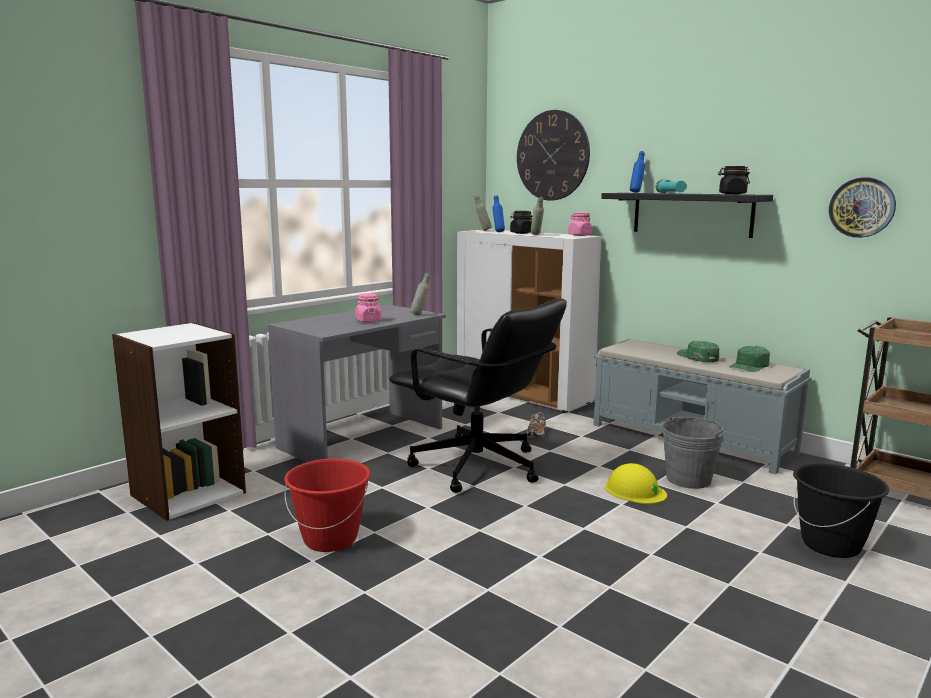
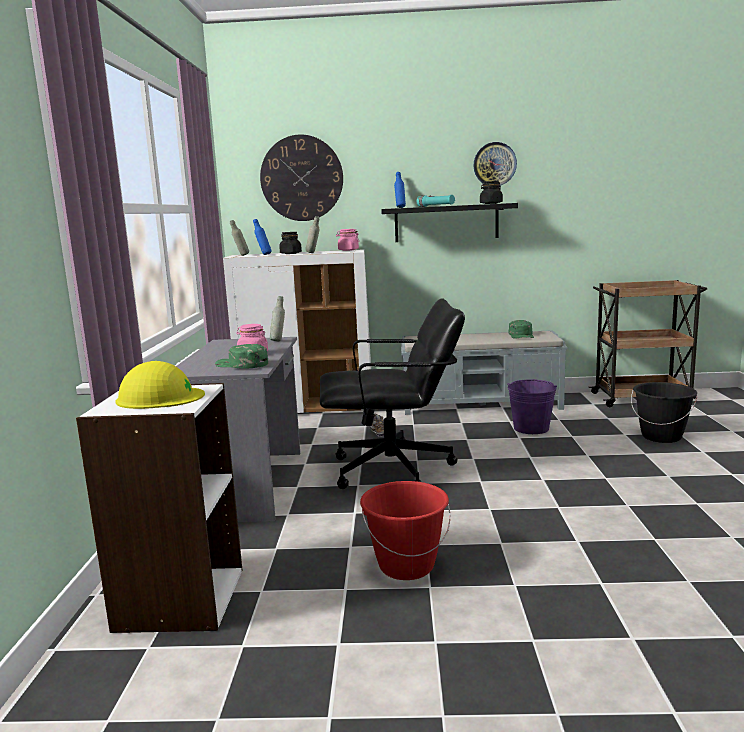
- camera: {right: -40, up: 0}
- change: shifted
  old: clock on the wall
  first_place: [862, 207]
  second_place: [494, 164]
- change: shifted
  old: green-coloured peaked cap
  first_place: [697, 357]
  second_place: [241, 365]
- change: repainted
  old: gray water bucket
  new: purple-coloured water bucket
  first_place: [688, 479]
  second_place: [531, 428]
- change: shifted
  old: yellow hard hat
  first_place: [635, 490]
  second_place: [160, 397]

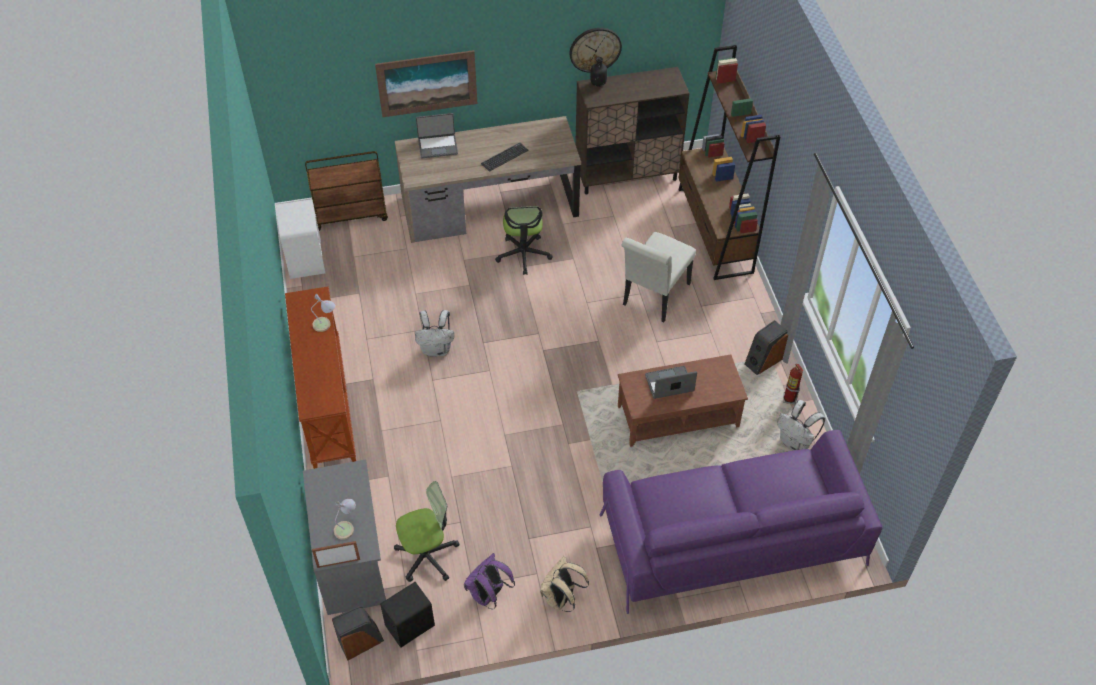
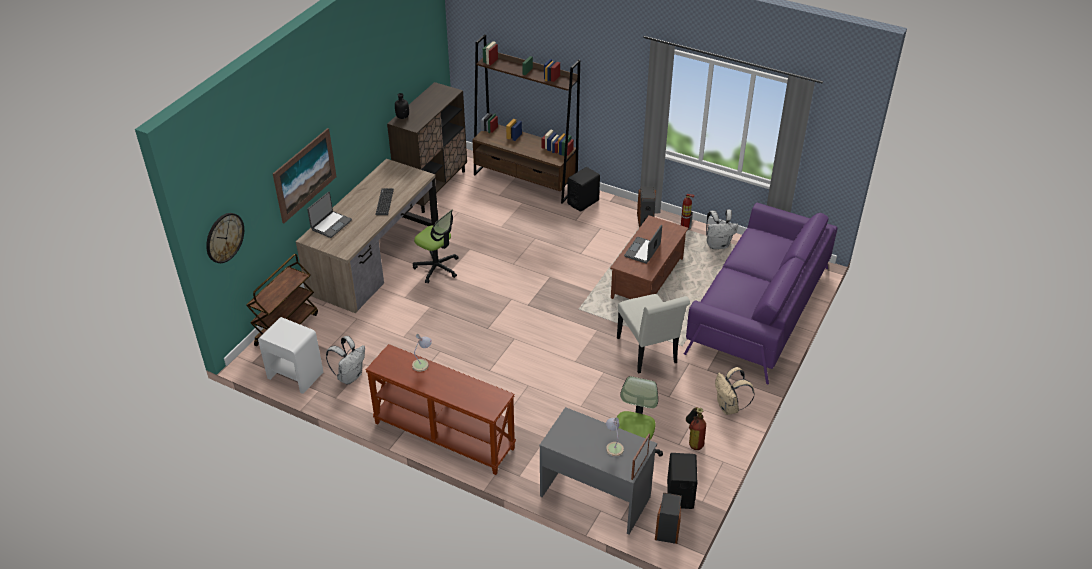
- camera: {right: -50, up: -10}
- change: shifted
  old: clock on the wall
  first_place: [595, 49]
  second_place: [224, 237]
- change: shifted
  old: white upright chair
  first_place: [654, 297]
  second_place: [648, 353]
- change: shifted
  old: white knapsack
  first_place: [437, 349]
  second_place: [350, 376]
- change: swapped
  old: purple-coloured knapsack
  new: fire extinguisher
  first_place: [488, 595]
  second_place: [693, 440]
- change: new
  new: black-coloured audio speaker
  second_place: [583, 202]

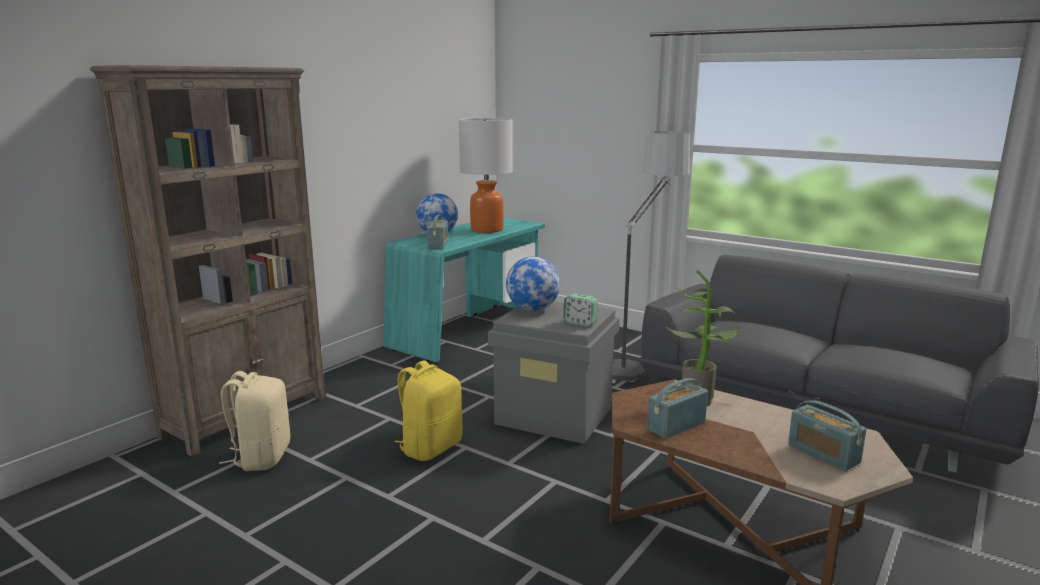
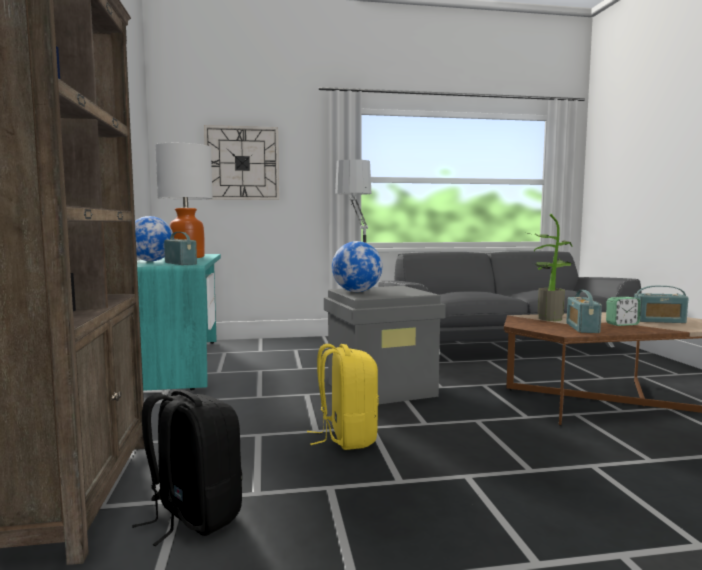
- camera: {right: -45, up: -10}
- change: shifted
  old: table clock
  first_place: [580, 323]
  second_place: [622, 324]
- change: repainted
  old: beige knapsack
  new: black-coloured knapsack
  first_place: [261, 457]
  second_place: [193, 517]
- change: new
  new: clock on the wall
  second_place: [242, 163]

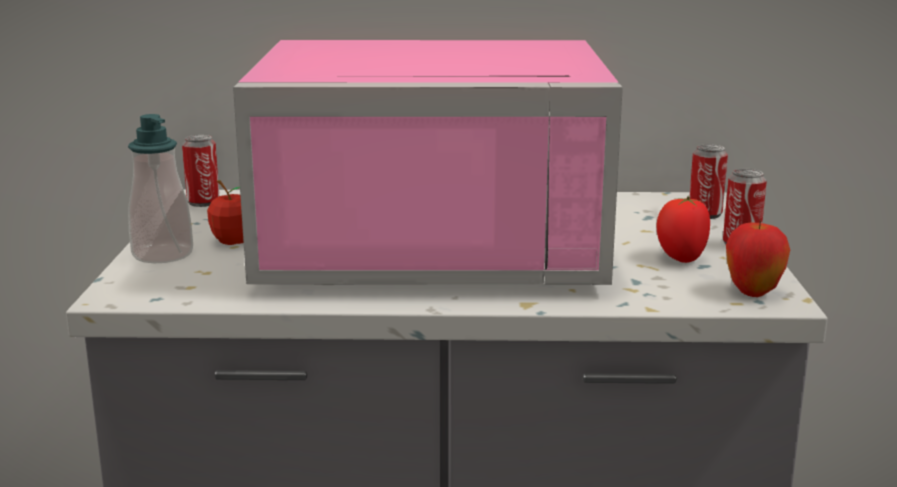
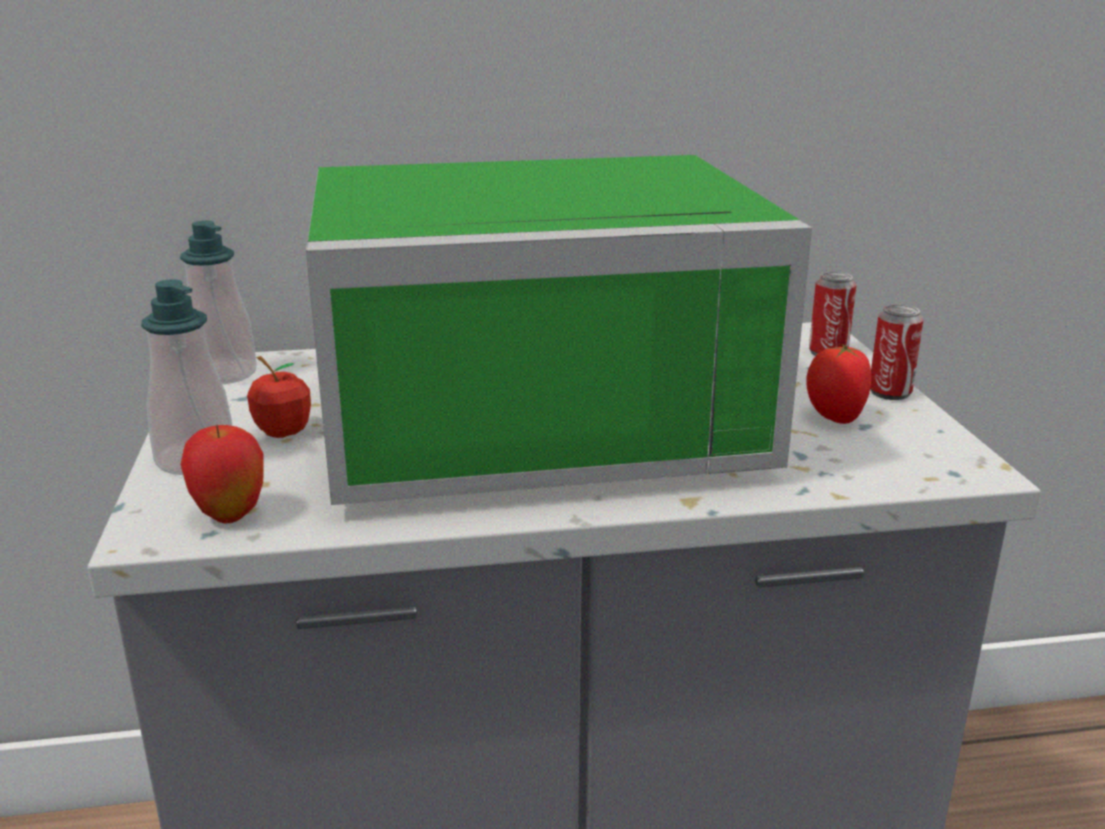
- camera: {right: -10, up: 5}
- change: repainted
  old: pink-coloured microwave oven
  new: green-coloured microwave oven
  first_place: [434, 240]
  second_place: [535, 411]
- change: swapped
  old: sealed can
  new: liquid soap bottle
  first_place: [203, 202]
  second_place: [223, 374]
- change: shifted
  old: whole apple
  first_place: [753, 292]
  second_place: [230, 515]

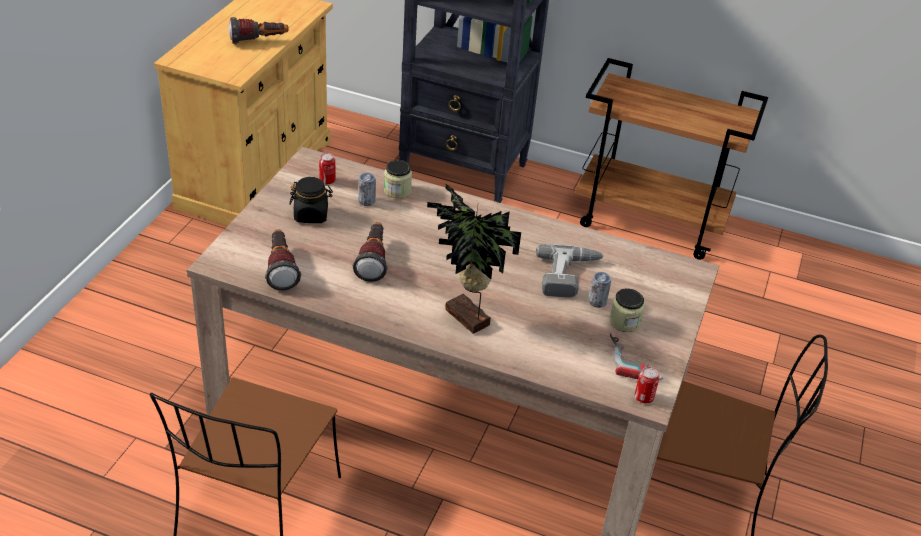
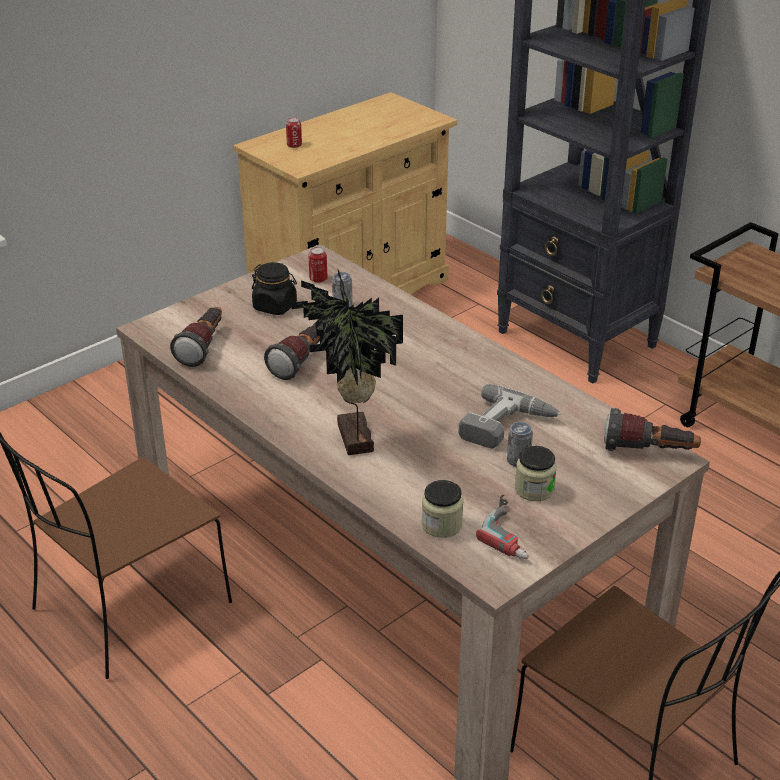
- camera: {right: 30, up: -5}
- change: shifted
  old: flashlight
  first_place: [259, 41]
  second_place: [649, 452]
- change: shifted
  old: jar
  first_place: [397, 190]
  second_place: [441, 525]
- change: shifted
  old: sealed can
  first_place: [643, 397]
  second_place: [294, 145]

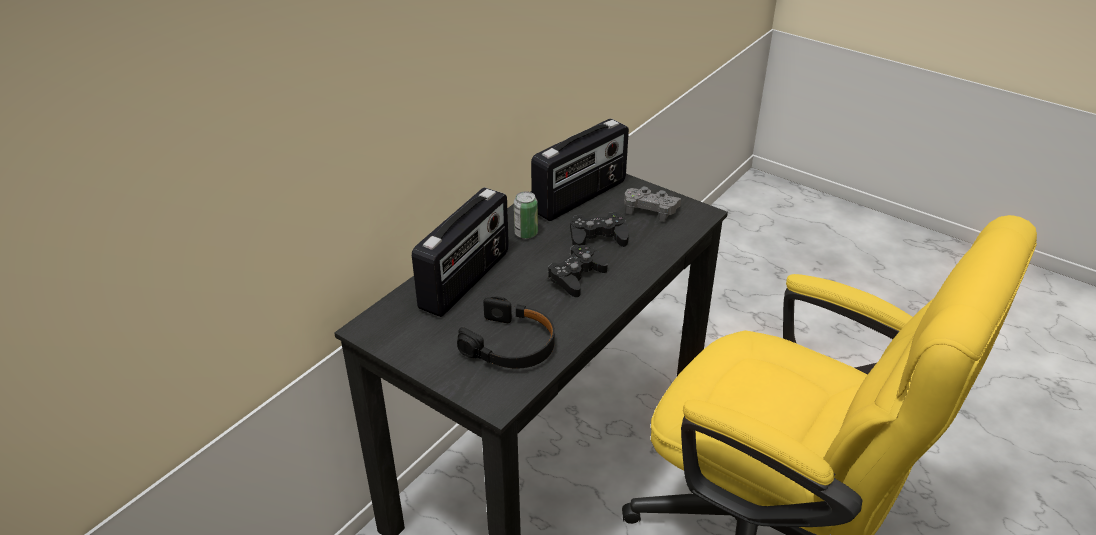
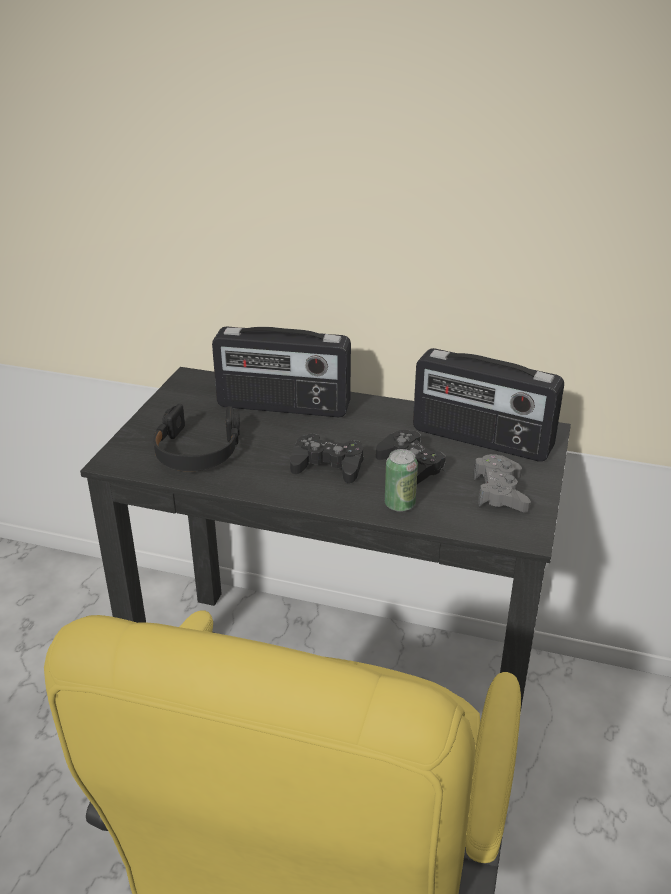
- camera: {right: 70, up: -5}
- change: shifted
  old: sealed can
  first_place: [526, 233]
  second_place: [399, 504]

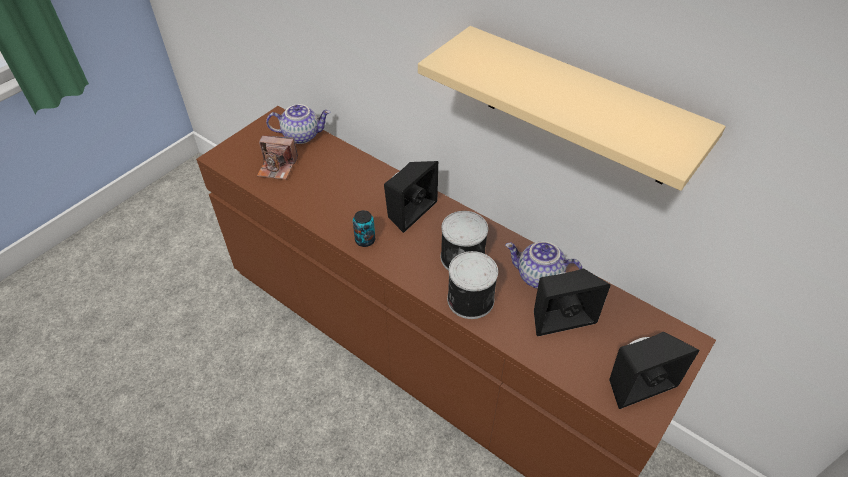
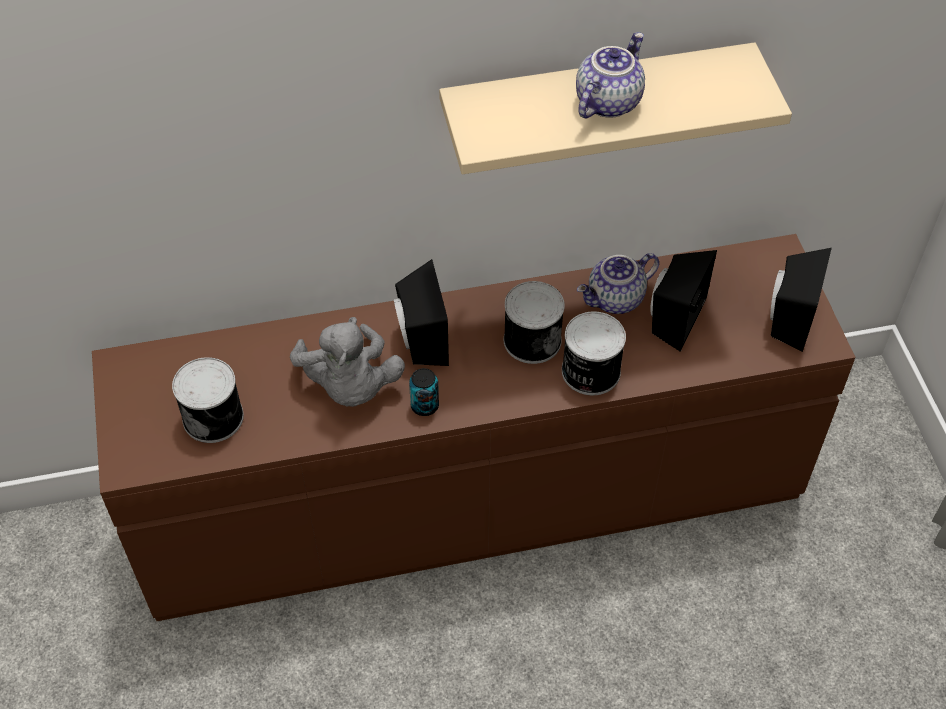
- camera: {right: -50, up: 5}
- change: shifted
  old: pot for tea
  first_place: [302, 135]
  second_place: [607, 101]
- change: swapped
  old: still camera
  new: sealed can
  first_place: [277, 167]
  second_place: [214, 416]
- change: new
  new: gray cuddly toy
  second_place: [350, 386]

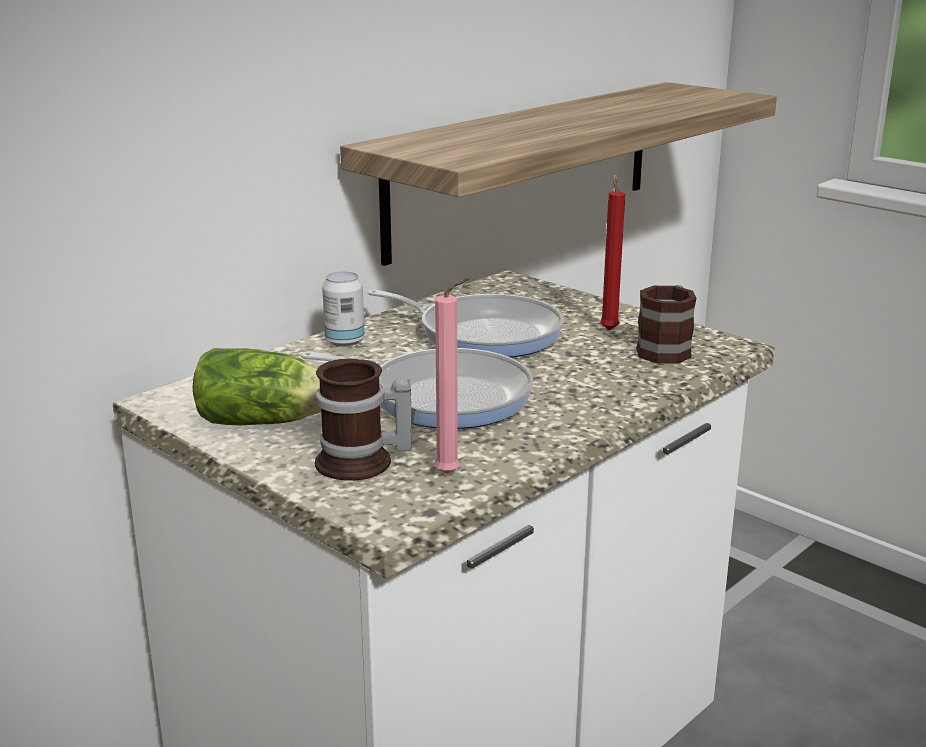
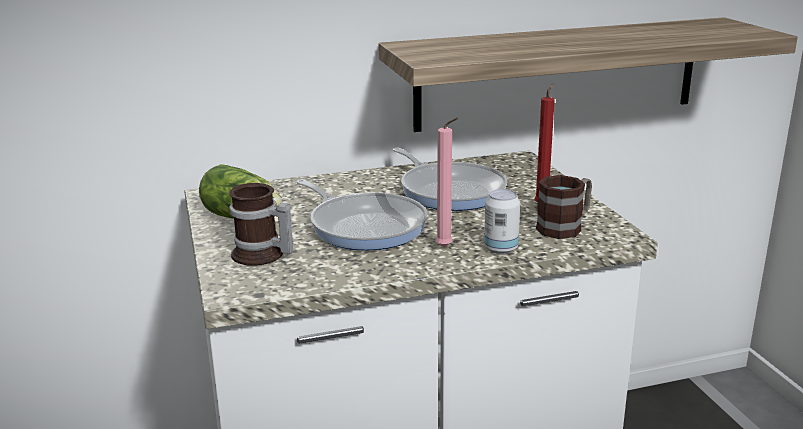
- camera: {right: 30, up: 0}
- change: shifted
  old: sealed can
  first_place: [344, 341]
  second_place: [501, 248]
- change: shifted
  old: pink-coloured candle
  first_place: [451, 474]
  second_place: [446, 248]

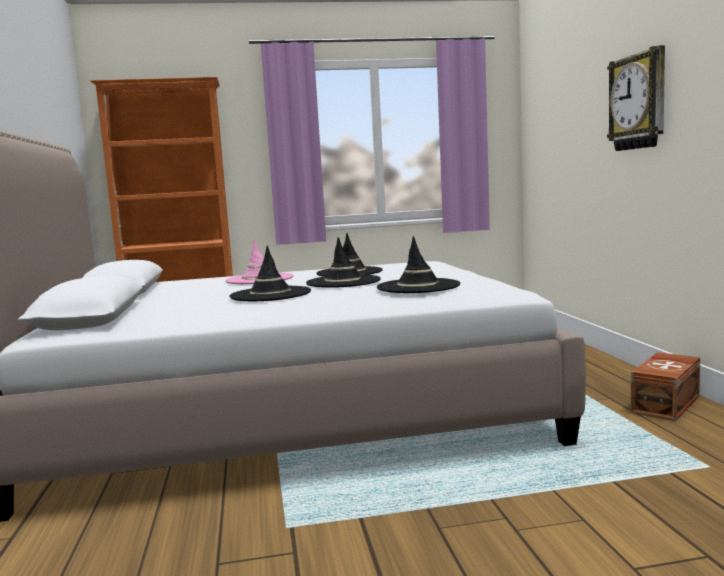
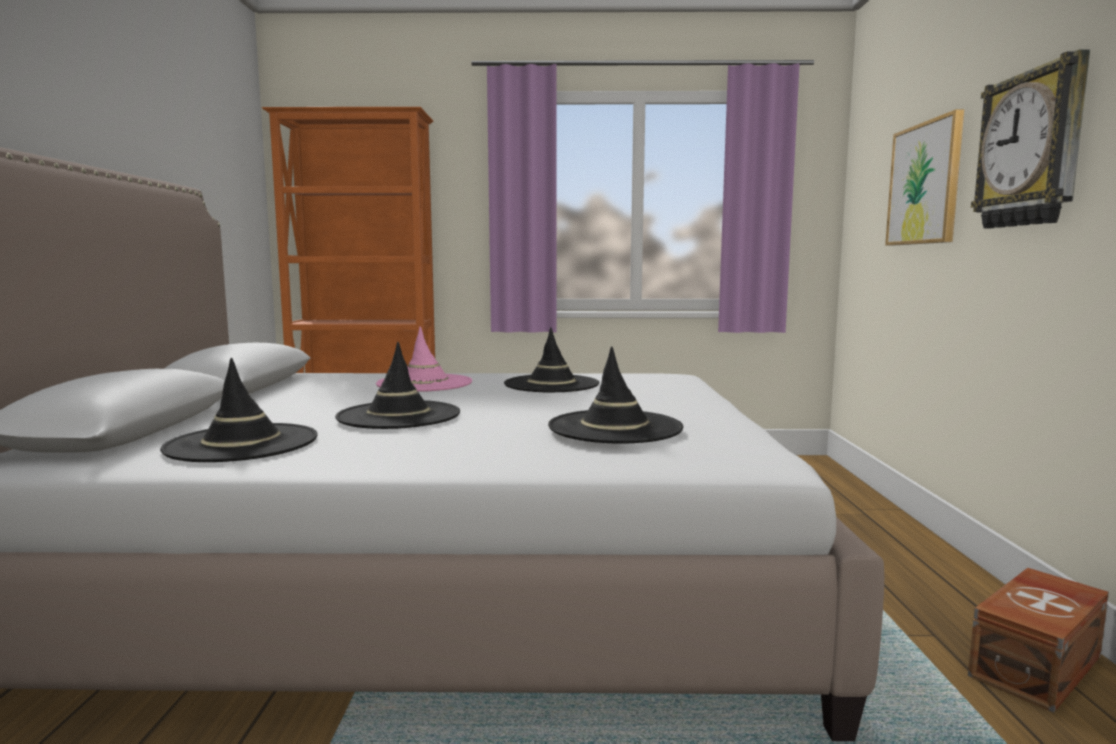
- camera: {right: 10, up: 0}
- change: shifted
  old: black-coloured hat
  first_place: [343, 282]
  second_place: [242, 443]
- change: new
  new: wall picture
  second_place: [924, 184]

